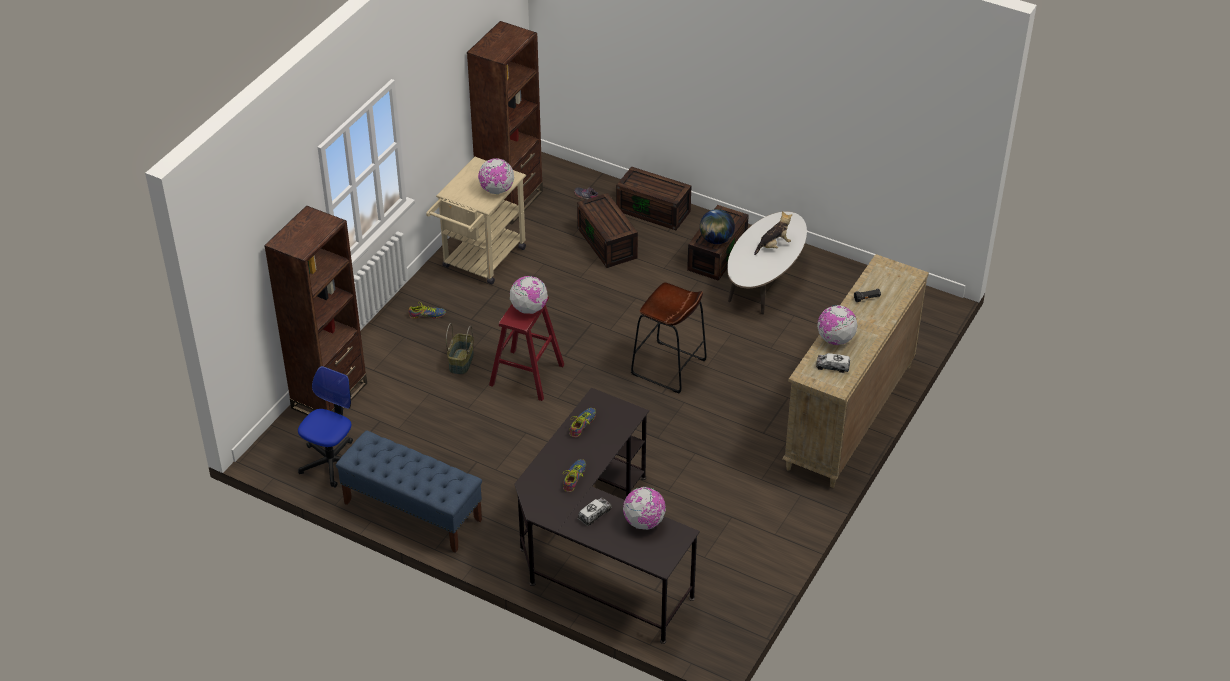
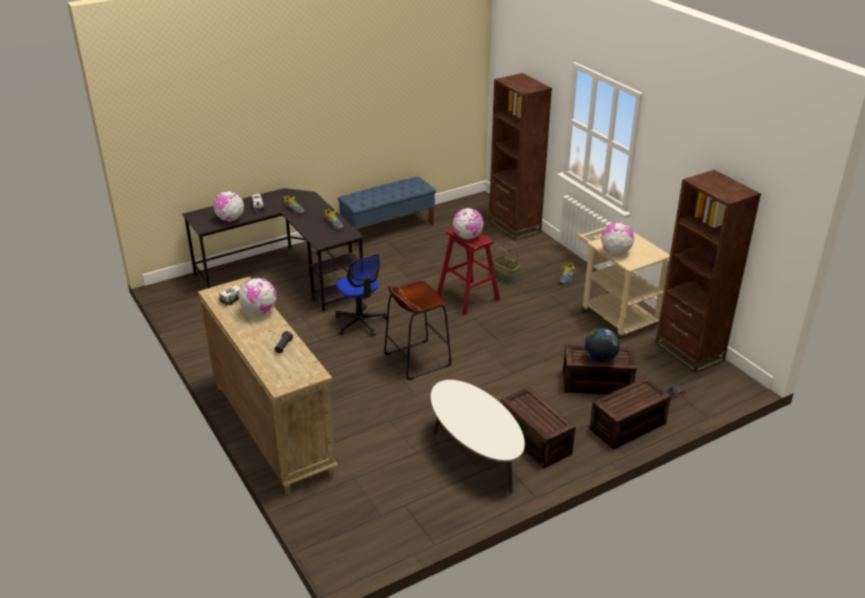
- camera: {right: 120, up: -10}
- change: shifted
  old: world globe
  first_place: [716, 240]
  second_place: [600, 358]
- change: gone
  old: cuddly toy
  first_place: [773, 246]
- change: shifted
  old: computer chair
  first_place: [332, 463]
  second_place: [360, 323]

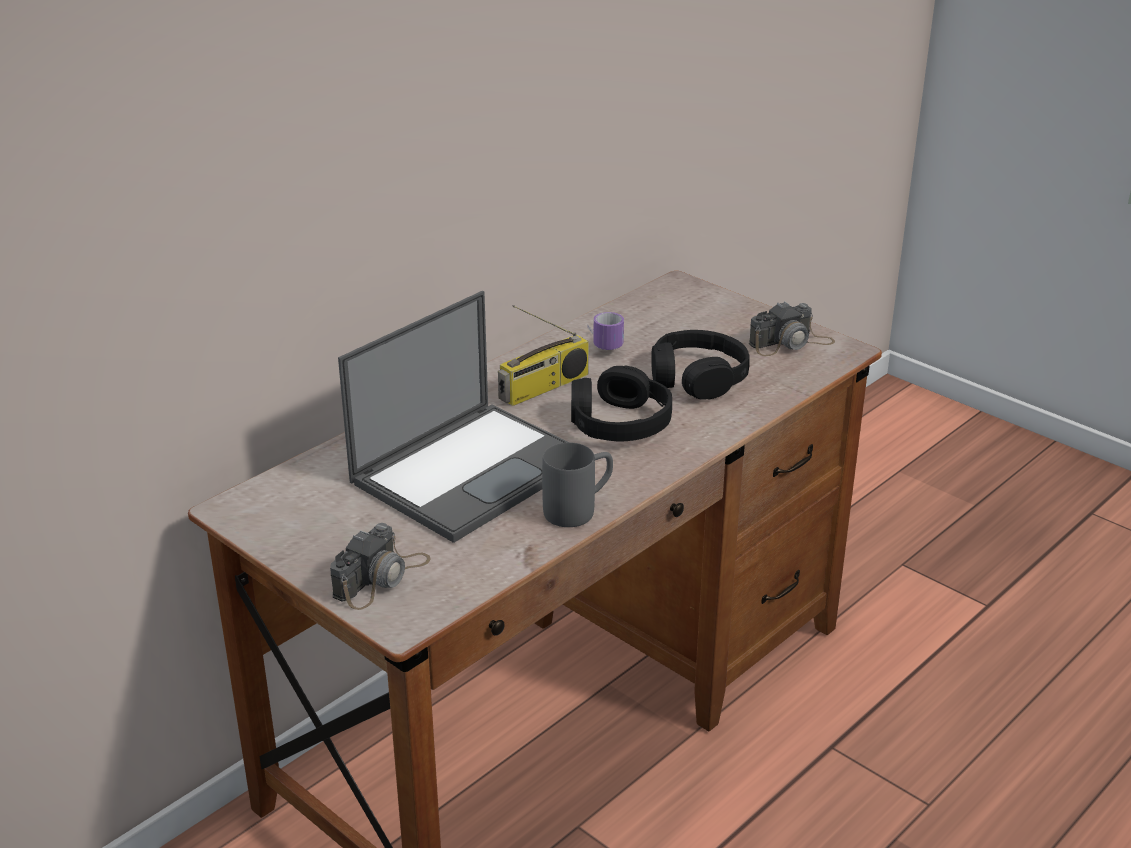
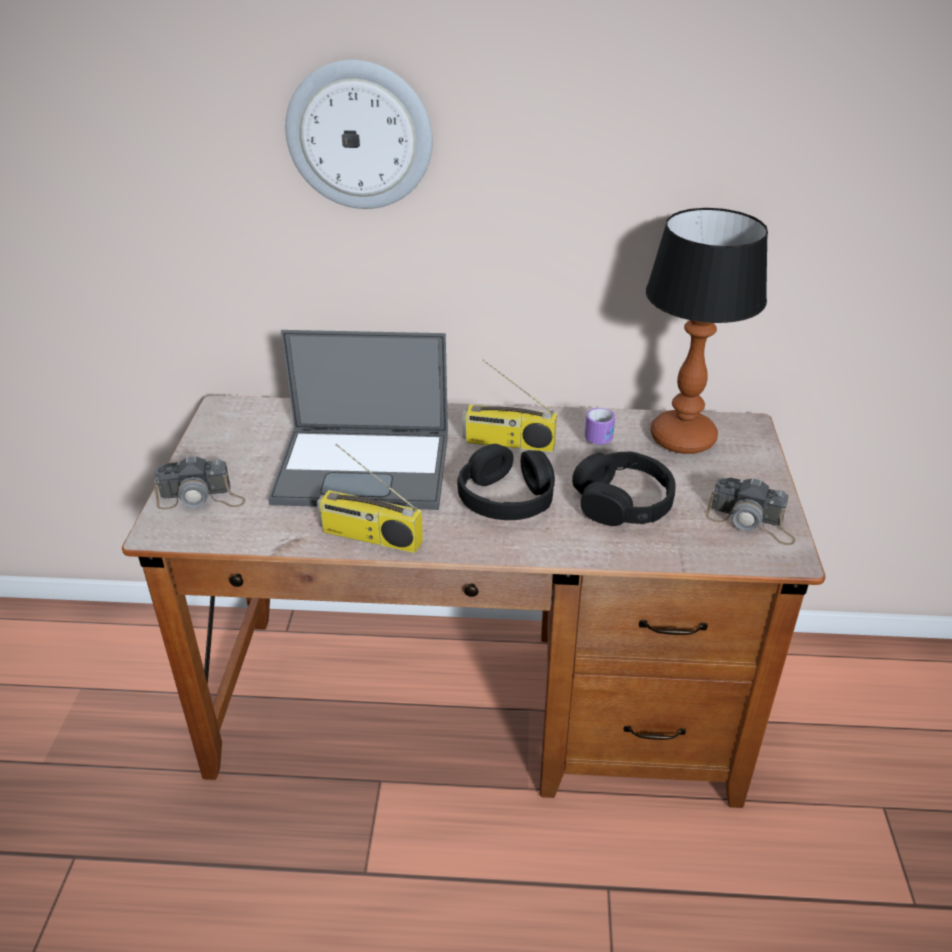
- camera: {right: 50, up: 5}
- change: swapped
  old: gray coffee mug
  new: radio set
  first_place: [579, 509]
  second_place: [369, 537]
- change: new
  new: clock on the wall
  second_place: [359, 135]
- change: new
  new: tabletop lamp
  second_place: [684, 437]

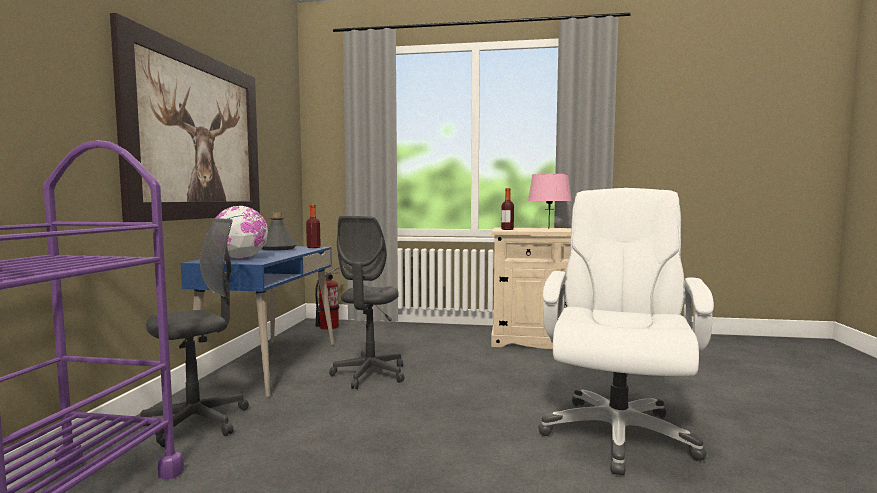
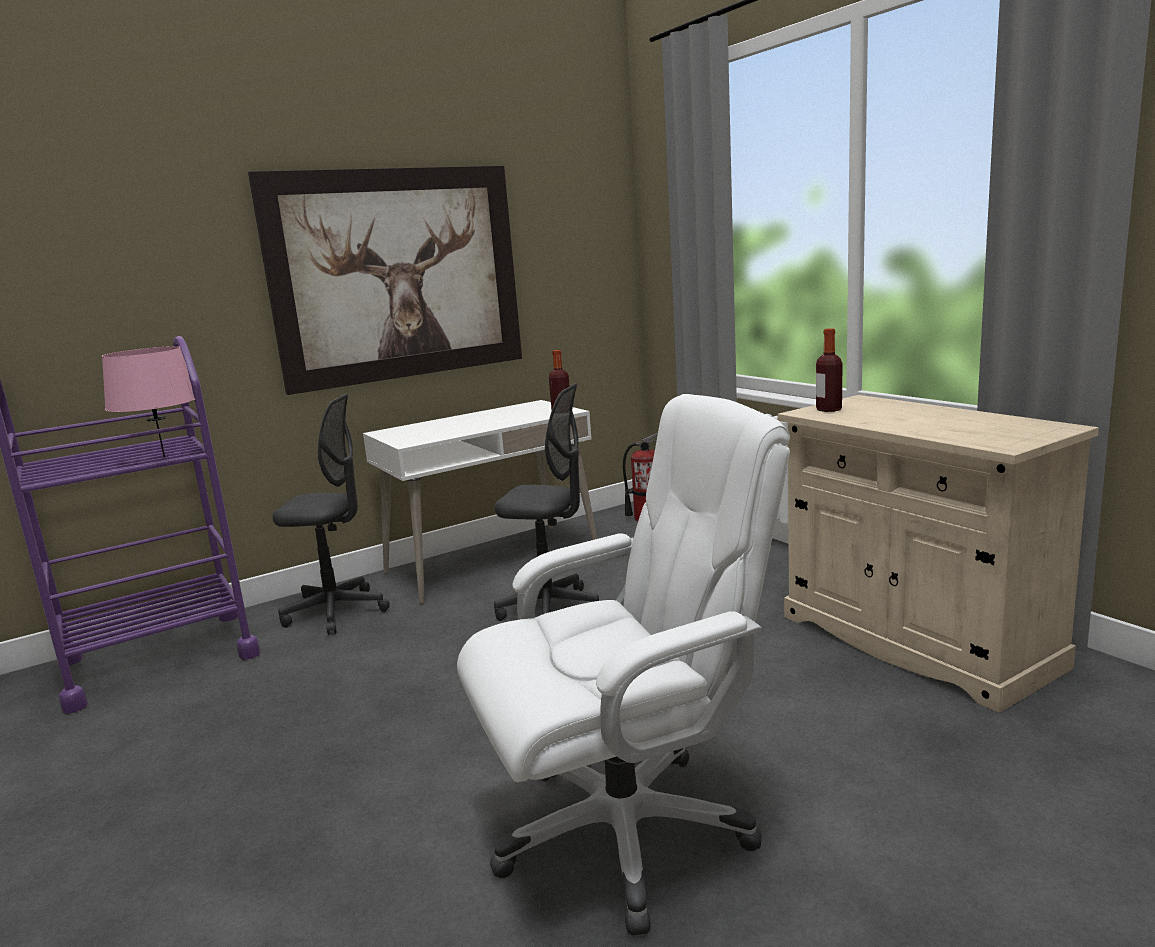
- camera: {right: 50, up: 10}
- change: shifted
  old: pink-coloured tabletop lamp
  first_place: [549, 229]
  second_place: [164, 457]
- change: gone
  old: world globe
  first_place: [241, 258]
- change: gone
  old: gray drink bottle
  first_place: [278, 249]
- change: rotated
  old: gray computer chair
  first_place: [370, 375]
  second_place: [550, 609]
  degrees: -135
- change: repainted
  old: blue-coloured desk unit
  new: white desk unit
  first_place: [270, 365]
  second_place: [492, 562]

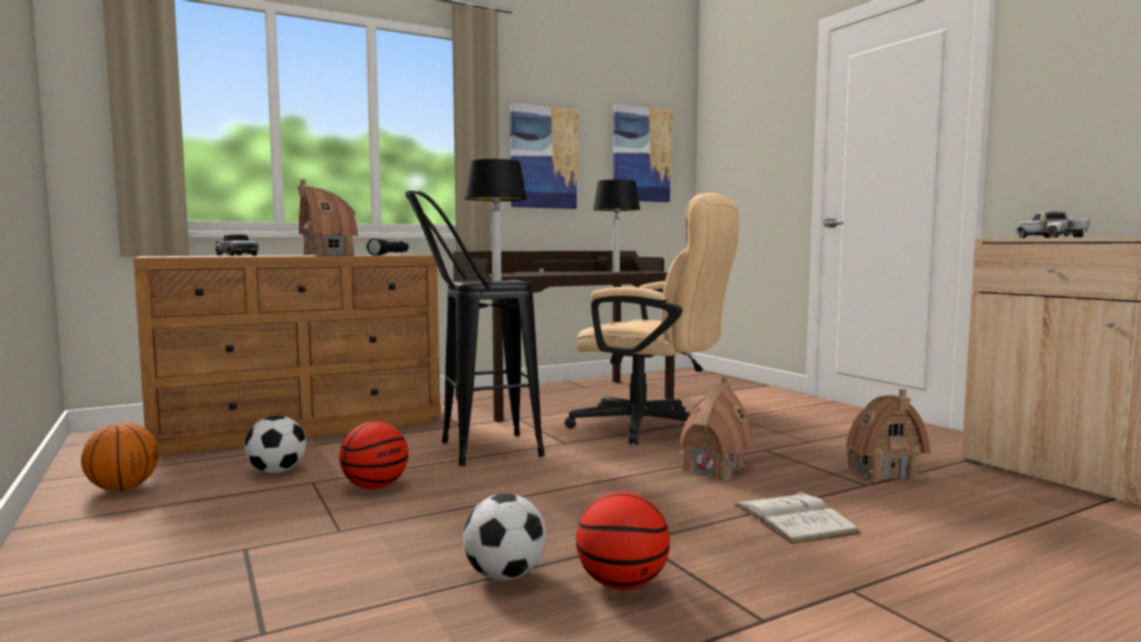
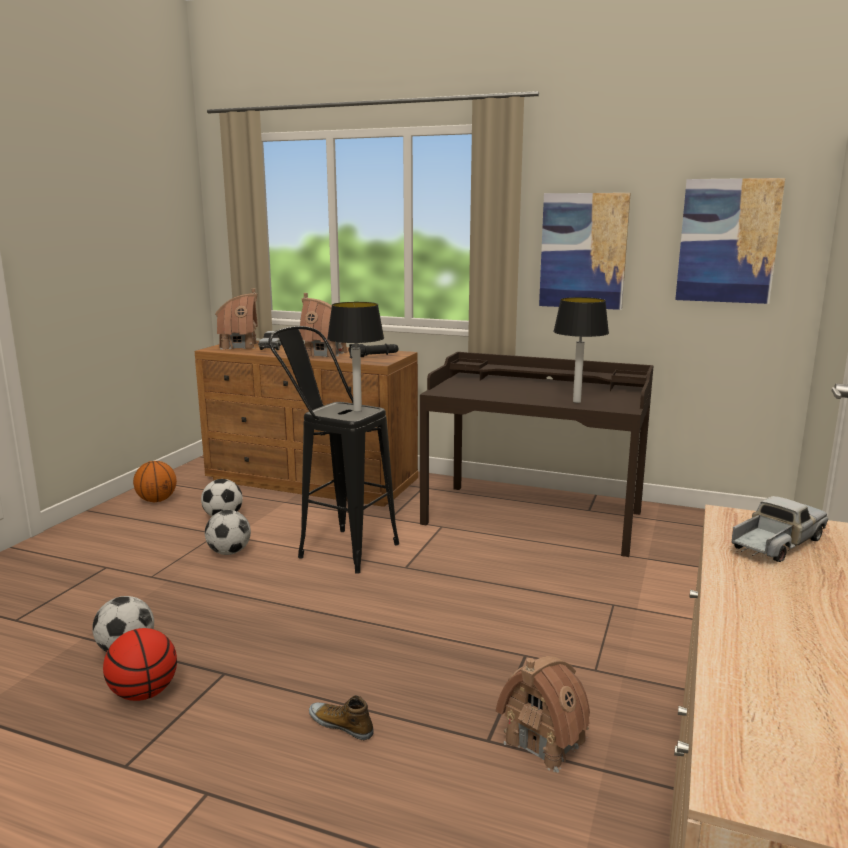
- camera: {right: 50, up: 10}
- change: gone
  old: beige computer chair
  first_place: [653, 427]
- change: shifted
  old: toy house
  first_place: [712, 468]
  second_place: [239, 346]
- change: swapped
  old: basketball ball
  new: football
  first_place: [375, 487]
  second_place: [229, 552]
- change: swapped
  old: white bound book
  new: item of footwear
  first_place: [794, 518]
  second_place: [341, 725]

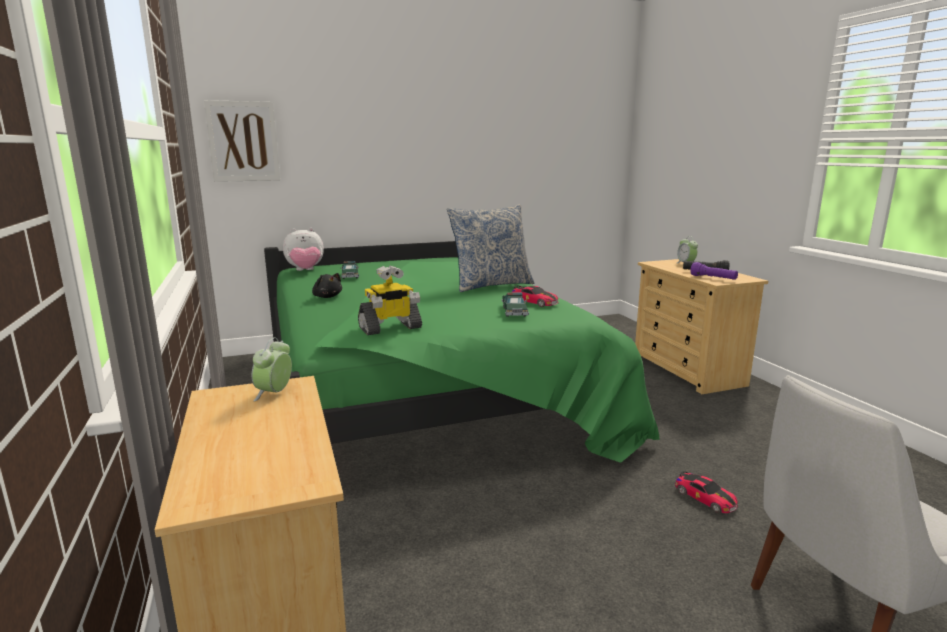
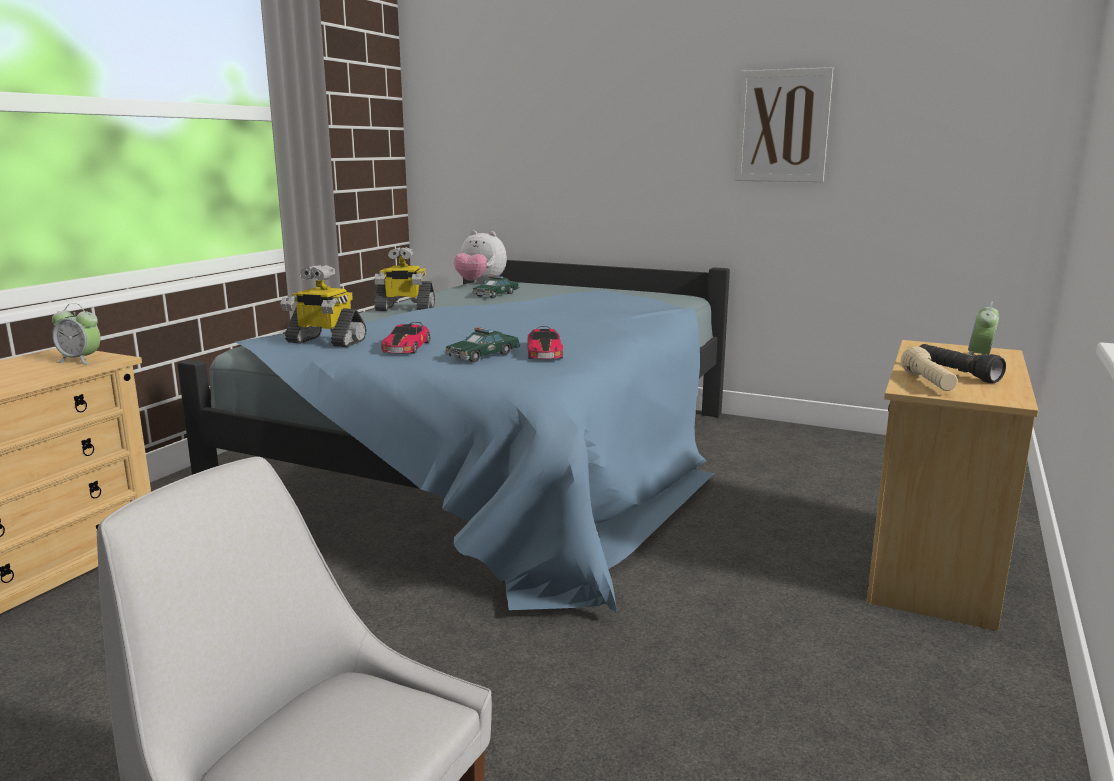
- camera: {right: 45, up: 0}
- change: shifted
  old: wall picture
  first_place: [243, 141]
  second_place: [782, 126]
- change: gone
  old: pillow
  first_place: [491, 285]
- change: repainted
  old: green-coloured sleeping bed
  new: blue-coloured sleeping bed
  first_place: [425, 393]
  second_place: [507, 462]
- change: repainted
  old: purple-coloured flashlight
  new: beige flashlight
  first_place: [713, 278]
  second_place: [928, 383]
- change: swapped
  old: black-coloured cuddly toy
  new: robot figure
  first_place: [327, 297]
  second_place: [404, 309]
- change: rotated
  old: table clock
  first_place: [274, 394]
  second_place: [80, 360]
  degrees: -135
- change: shifted
  old: miniature car
  first_place: [705, 498]
  second_place: [407, 347]

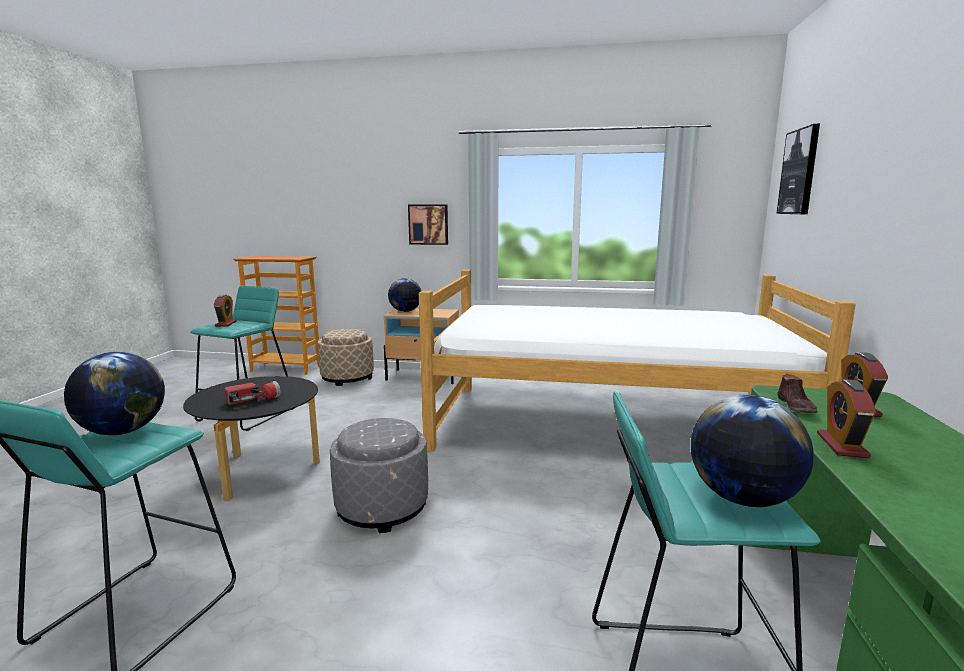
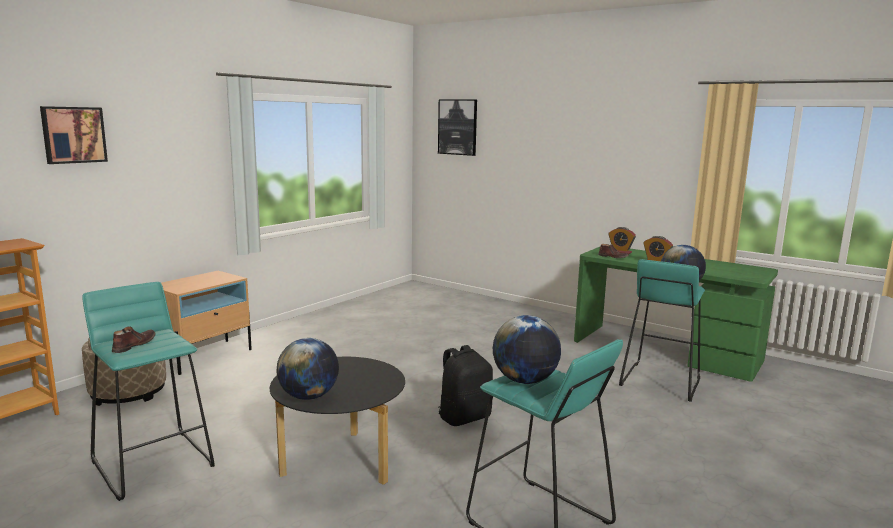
- camera: {right: -65, up: 0}
- change: shifted
  old: wall picture
  first_place: [428, 224]
  second_place: [73, 135]
- change: gone
  old: sleeping bed
  first_place: [607, 426]
- change: shifted
  old: world globe
  first_place: [405, 311]
  second_place: [309, 396]
- change: swapped
  old: table clock
  new: brown-coloured item of footwear
  first_place: [226, 324]
  second_place: [134, 345]
- change: gone
  old: flashlight
  first_place: [253, 400]
- change: swapped
  old: gray footrest
  new: black-coloured knapsack
  first_place: [382, 507]
  second_place: [464, 417]

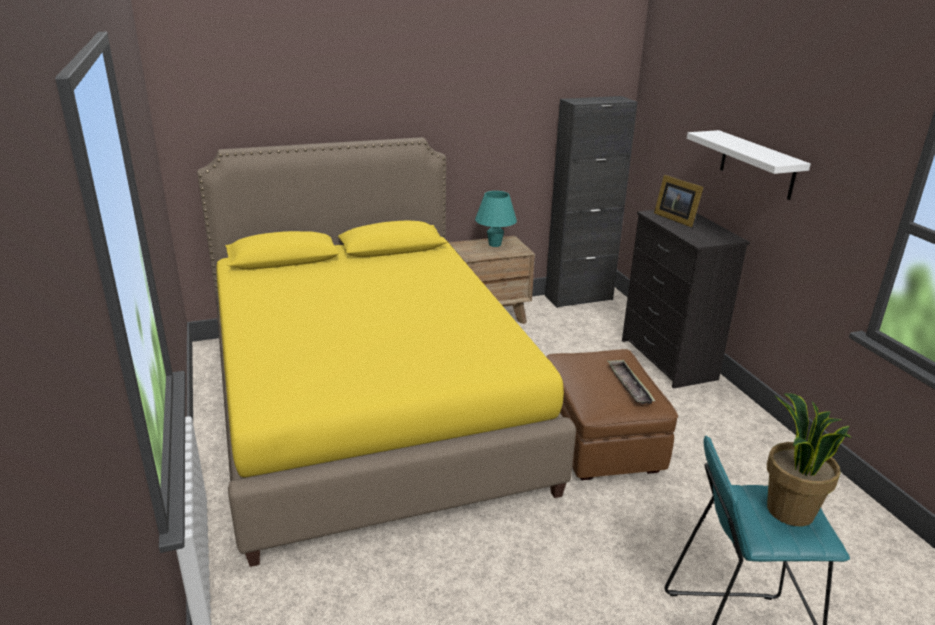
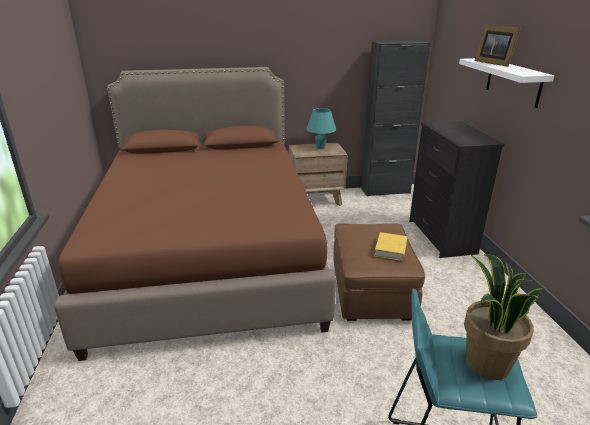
- camera: {right: 10, up: 0}
- change: repainted
  old: yellow sleeping bed
  new: brown-coloured sleeping bed
  first_place: [368, 407]
  second_place: [208, 254]
- change: shifted
  old: standing frame
  first_place: [675, 218]
  second_place: [493, 63]
- change: swapped
  old: serving tray
  new: yellow bound book
  first_place: [629, 385]
  second_place: [390, 249]

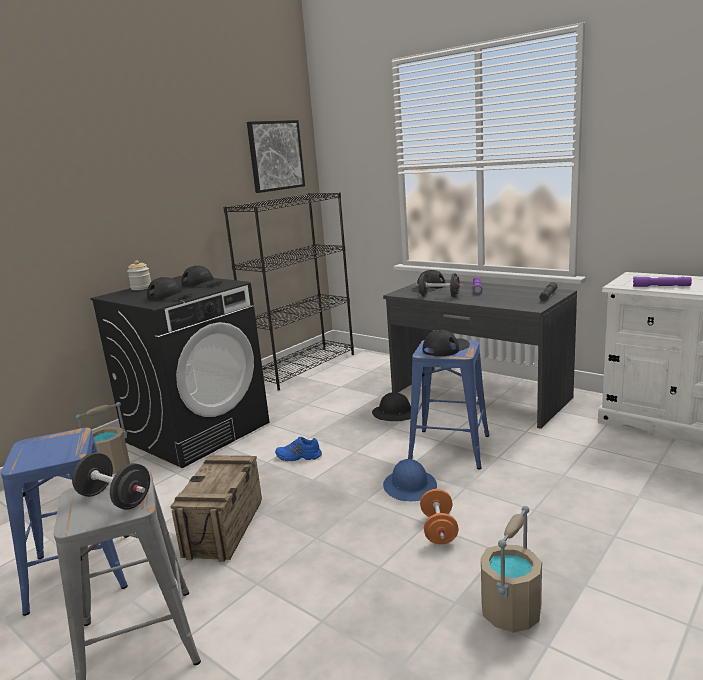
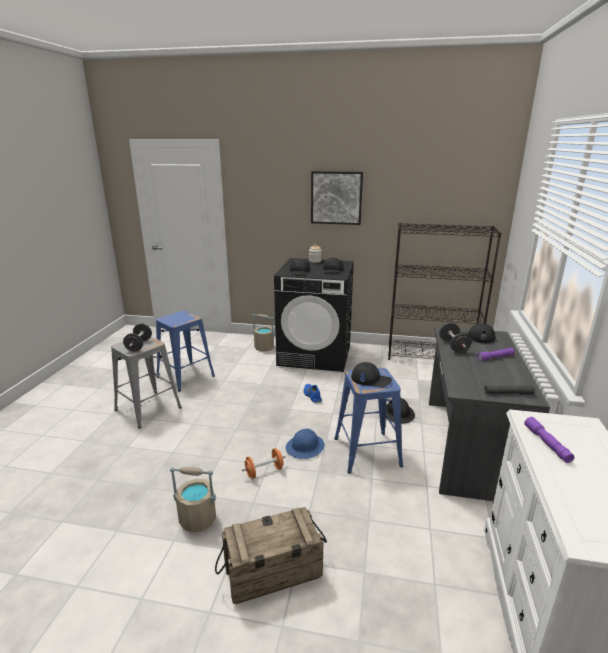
- camera: {right: 60, up: 5}
- change: shifted
  old: wall picture
  first_place: [275, 155]
  second_place: [336, 198]
- change: shifted
  old: packing crate
  first_place: [225, 528]
  second_place: [273, 572]

